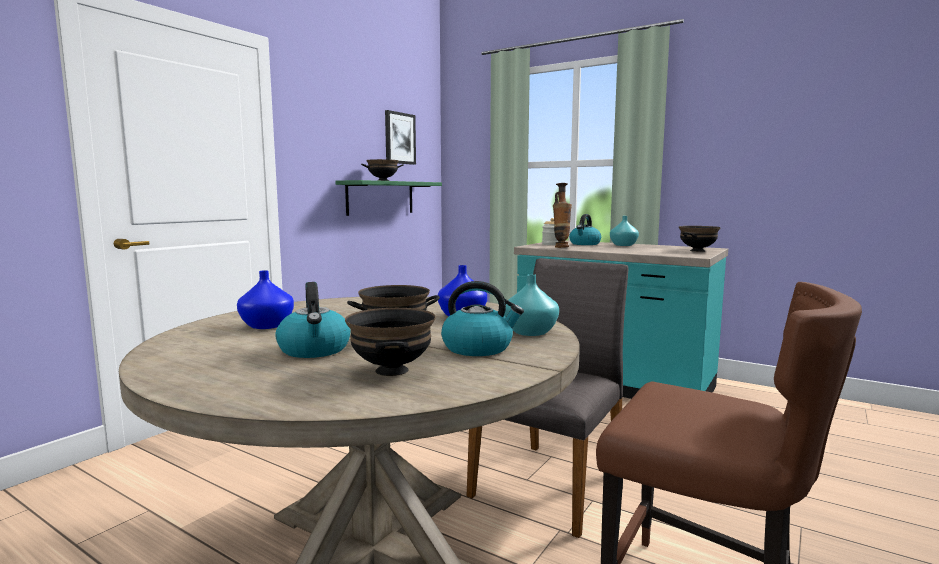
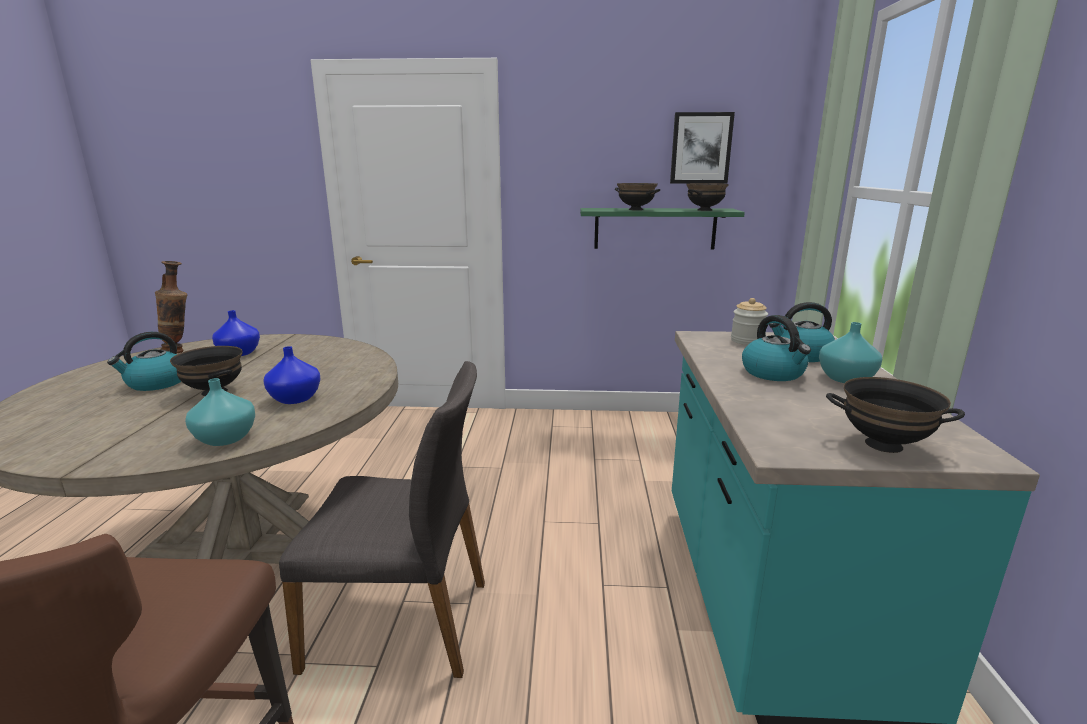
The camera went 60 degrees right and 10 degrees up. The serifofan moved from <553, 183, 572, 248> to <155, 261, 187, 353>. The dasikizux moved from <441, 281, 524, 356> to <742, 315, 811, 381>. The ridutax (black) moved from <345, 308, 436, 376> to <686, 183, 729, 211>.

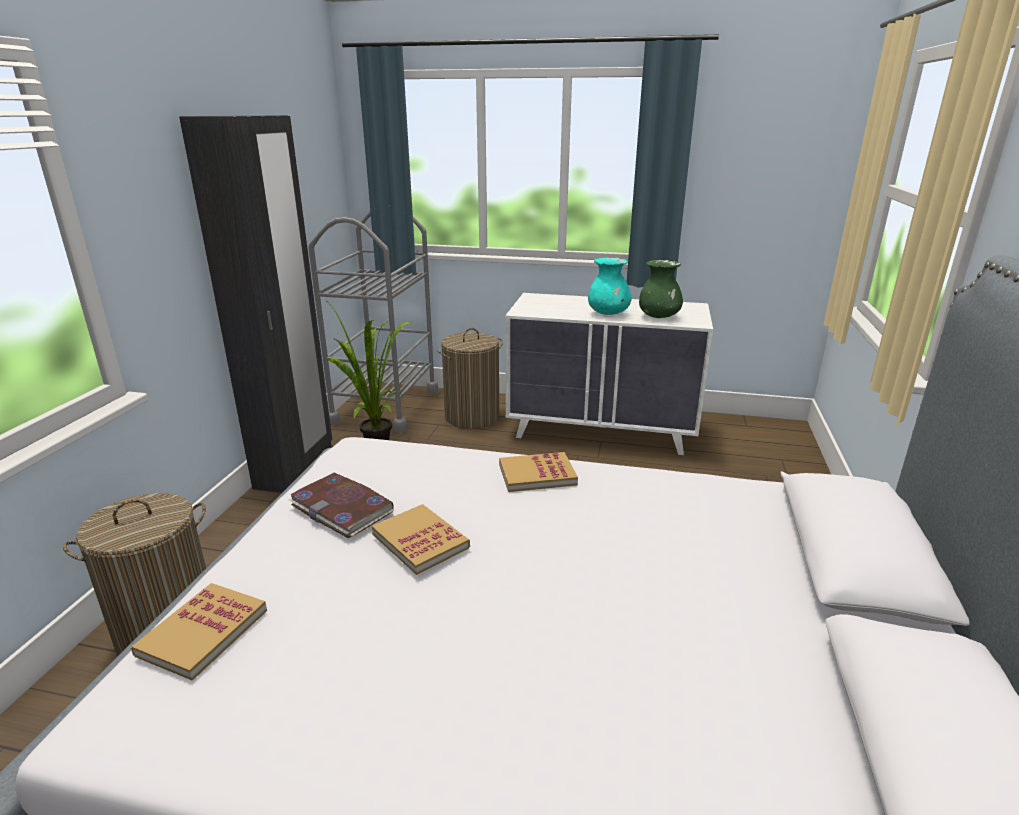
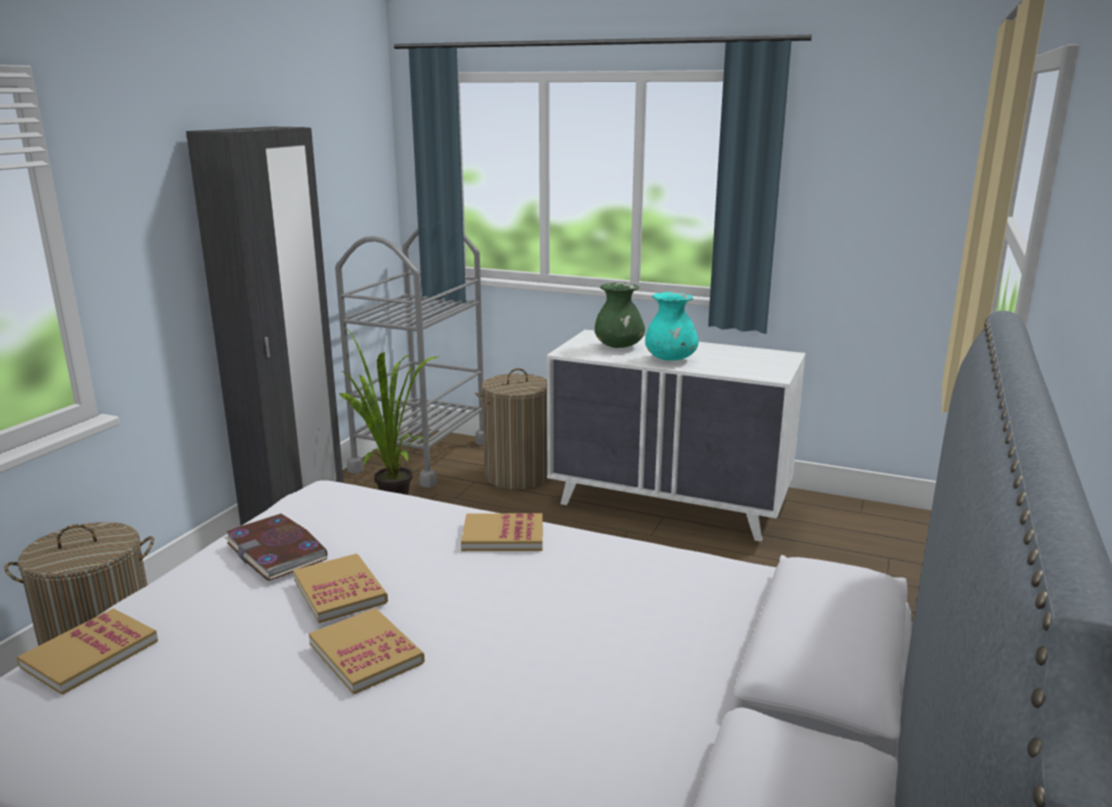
The camera went 10 degrees right and 5 degrees down. The serifofan (green) moved from <639, 260, 683, 318> to <595, 283, 645, 348>. The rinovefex at <309, 608, 425, 695> appeared.

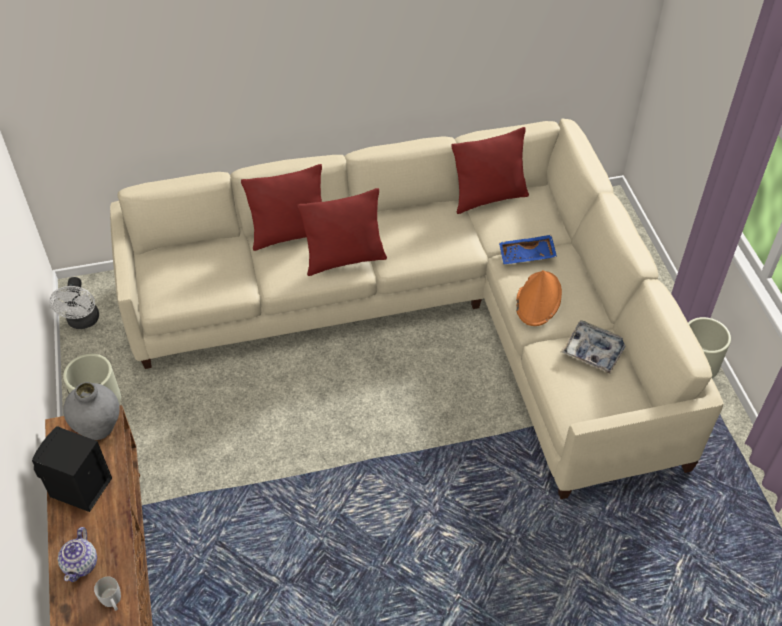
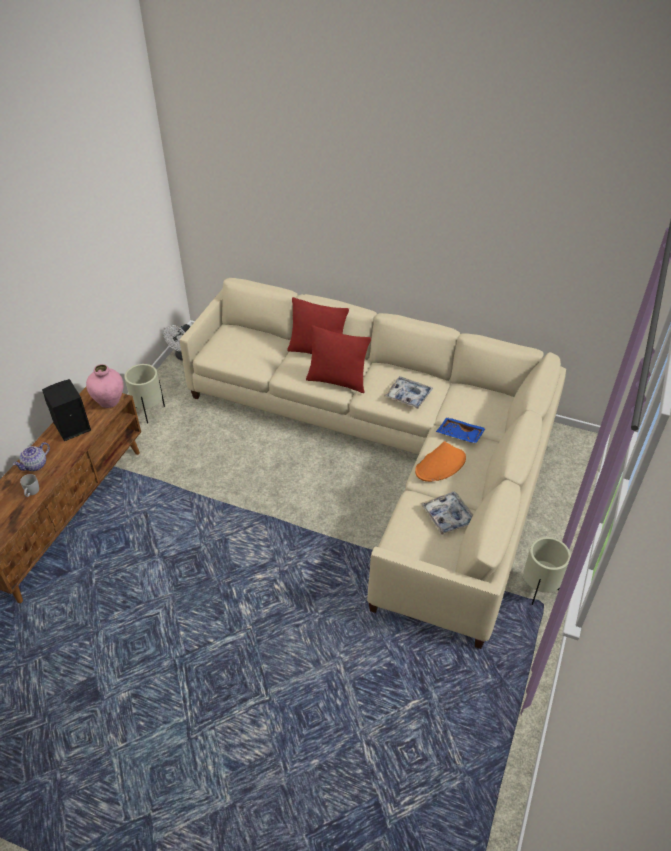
The camera went 35 degrees right and 5 degrees down. The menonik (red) at <451, 127, 529, 214> disappeared. The serifofan (grey) at <63, 382, 120, 440> became the serifofan (pink) at <86, 364, 124, 408>. The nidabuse at <384, 377, 433, 409> appeared.

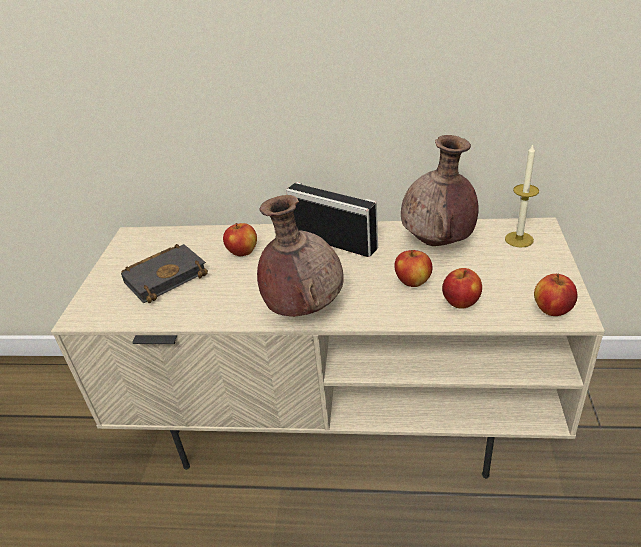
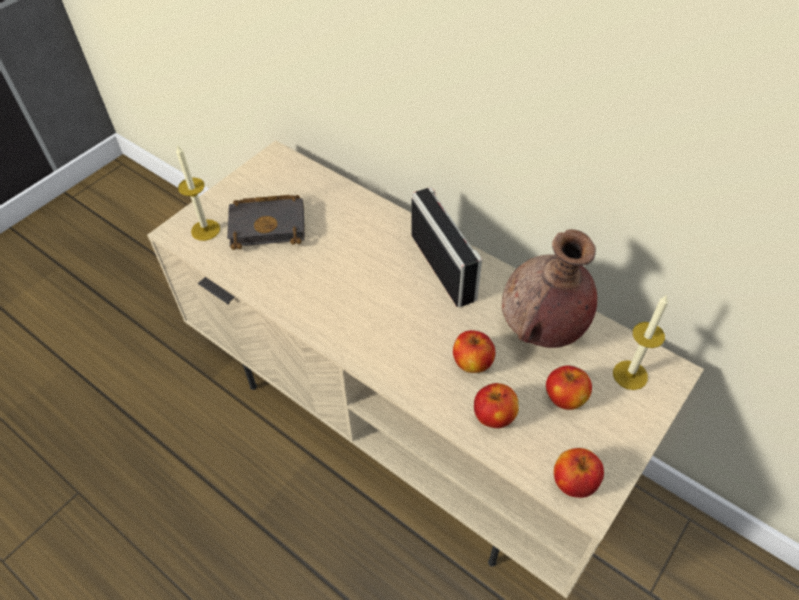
The camera went 30 degrees right and 15 degrees up. The serifofan (brown) at <257, 195, 344, 317> disappeared. The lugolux moved from <223, 223, 257, 256> to <546, 365, 592, 410>. The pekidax at <176, 144, 220, 241> appeared.

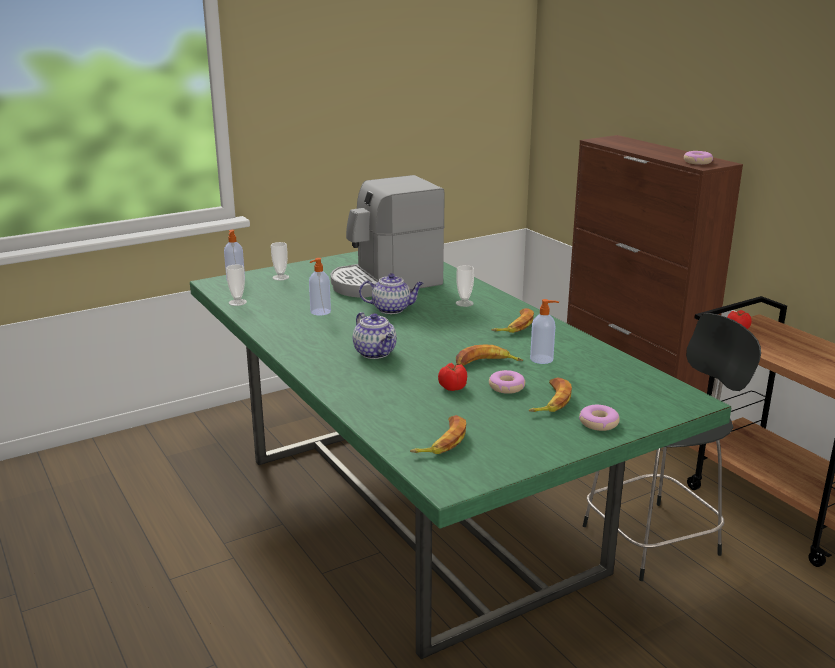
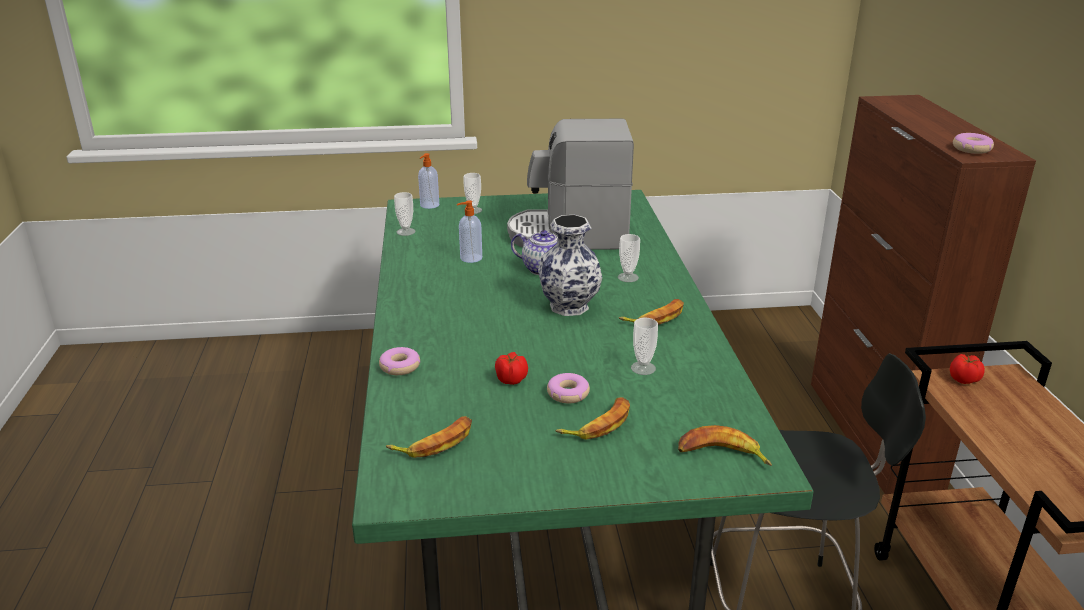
The camera went 25 degrees right and 5 degrees up. The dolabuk at <530, 299, 559, 364> was replaced by the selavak at <631, 317, 658, 375>. The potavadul at <353, 312, 397, 359> disappeared. The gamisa moved from <456, 345, 523, 366> to <678, 425, 772, 466>. The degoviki moved from <579, 405, 620, 431> to <379, 347, 420, 375>. The serifofan at <538, 215, 602, 316> appeared.

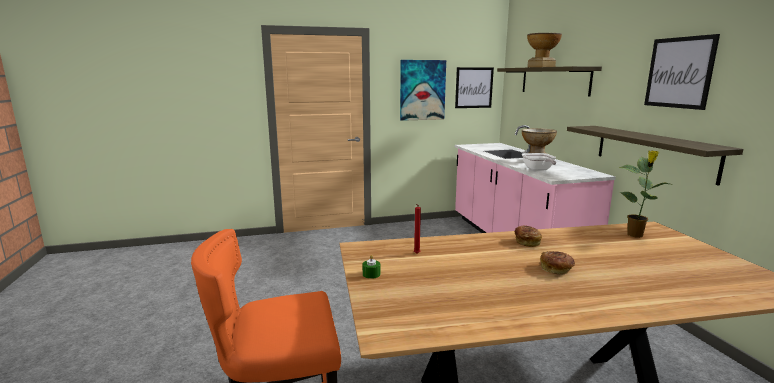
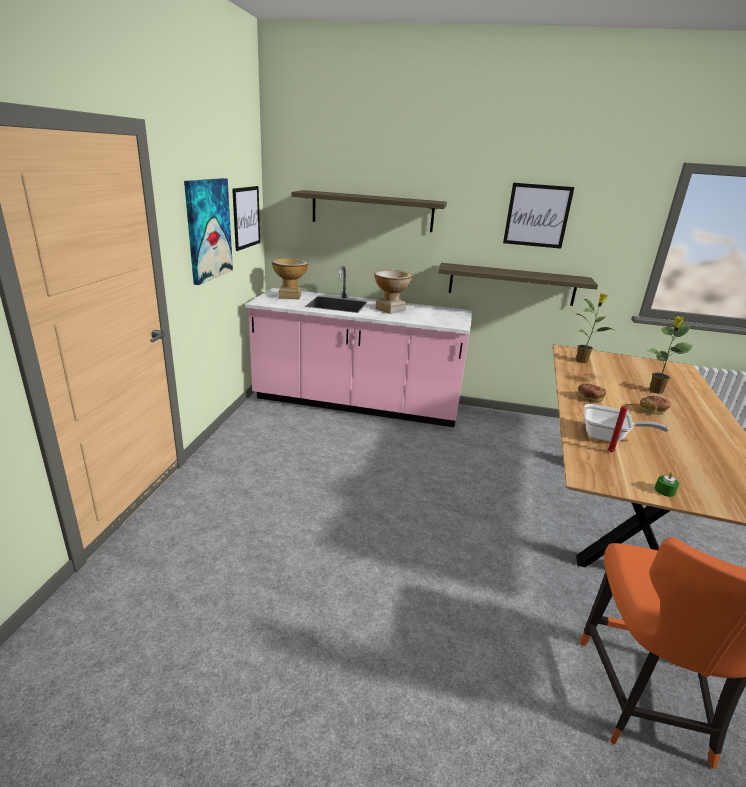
The camera went 65 degrees left and 10 degrees up. The serifofan moved from <527, 33, 562, 67> to <272, 258, 308, 299>. The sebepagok moved from <522, 153, 556, 171> to <584, 404, 669, 442>. The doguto at <647, 316, 694, 394> appeared.

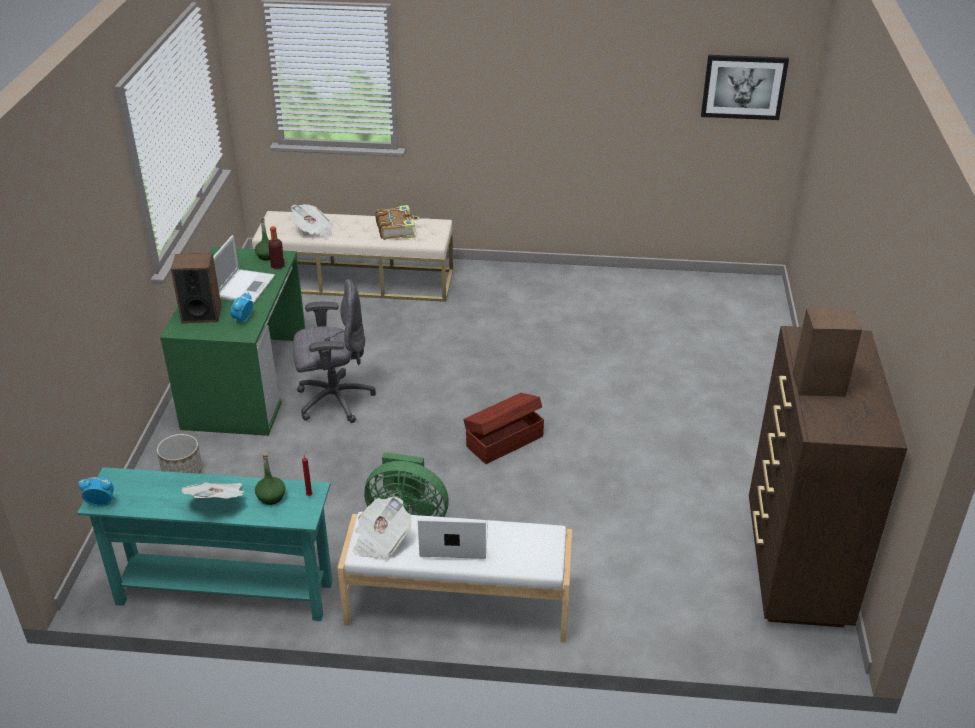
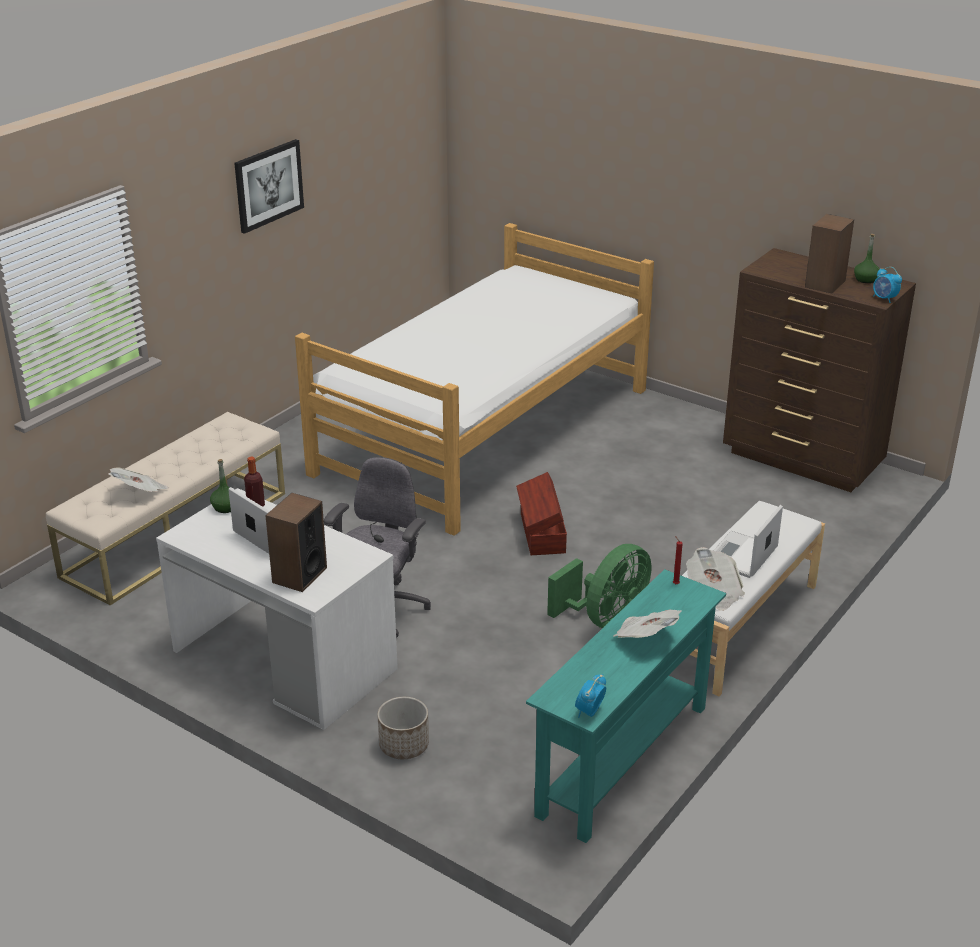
The camera went 60 degrees left and 5 degrees down. The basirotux moved from <701, 55, 789, 120> to <234, 139, 304, 234>. The rinovefex at <375, 205, 419, 240> disappeared. The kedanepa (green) at <160, 247, 305, 436> became the kedanepa (white) at <156, 488, 398, 730>. The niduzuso moved from <230, 292, 253, 324> to <873, 267, 902, 303>. The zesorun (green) moved from <255, 452, 286, 505> to <854, 234, 880, 283>. The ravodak at <295, 223, 654, 536> appeared.

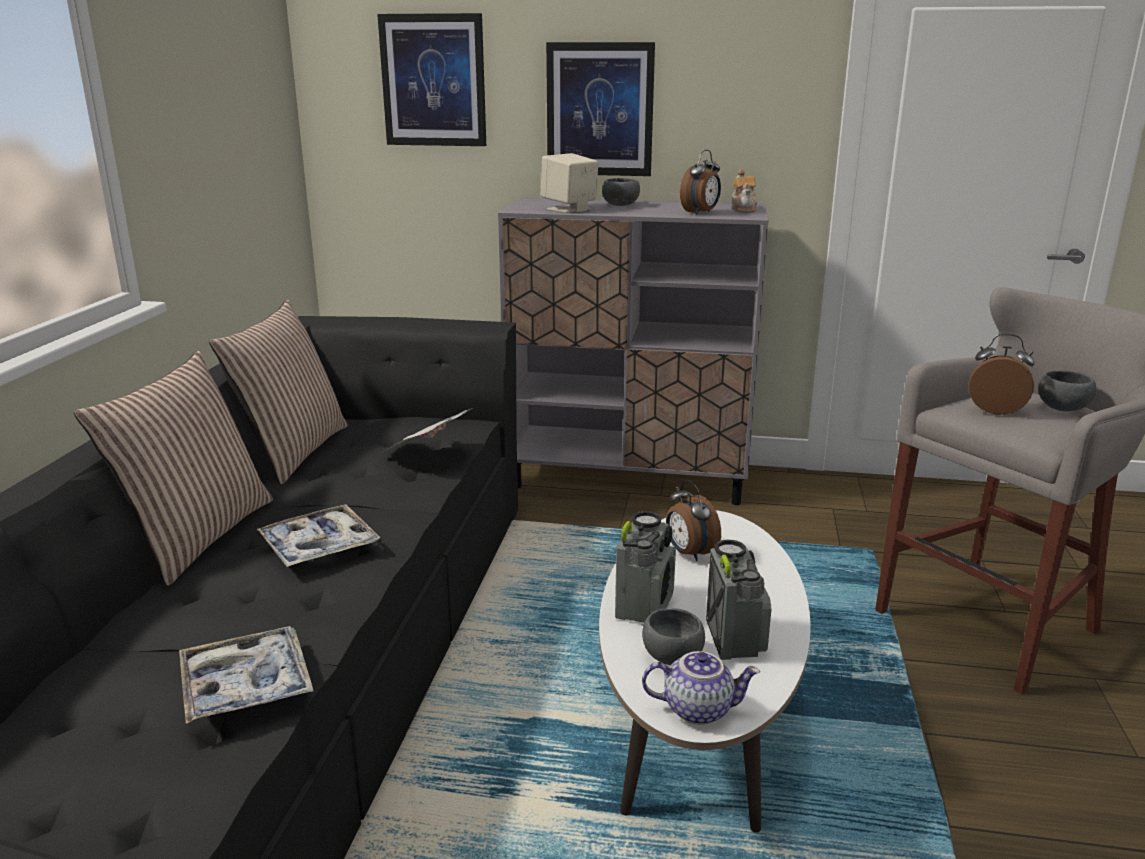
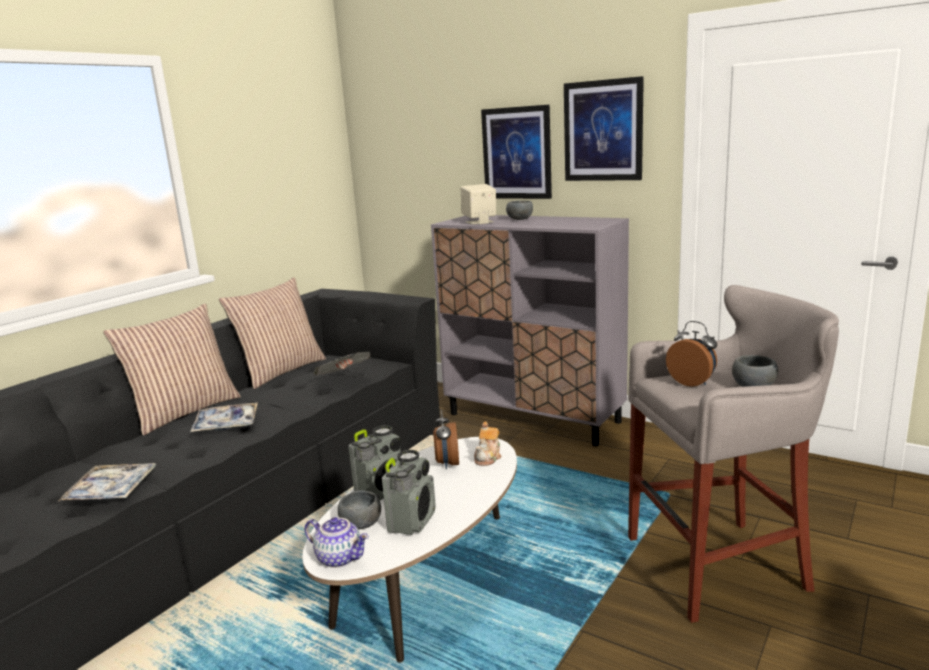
The camera went 25 degrees right and 5 degrees down. The basirotux moved from <377, 13, 486, 146> to <564, 76, 644, 181>. The niduzuso at <680, 150, 721, 215> disappeared. The potavadul moved from <732, 169, 757, 213> to <474, 422, 501, 466>.

